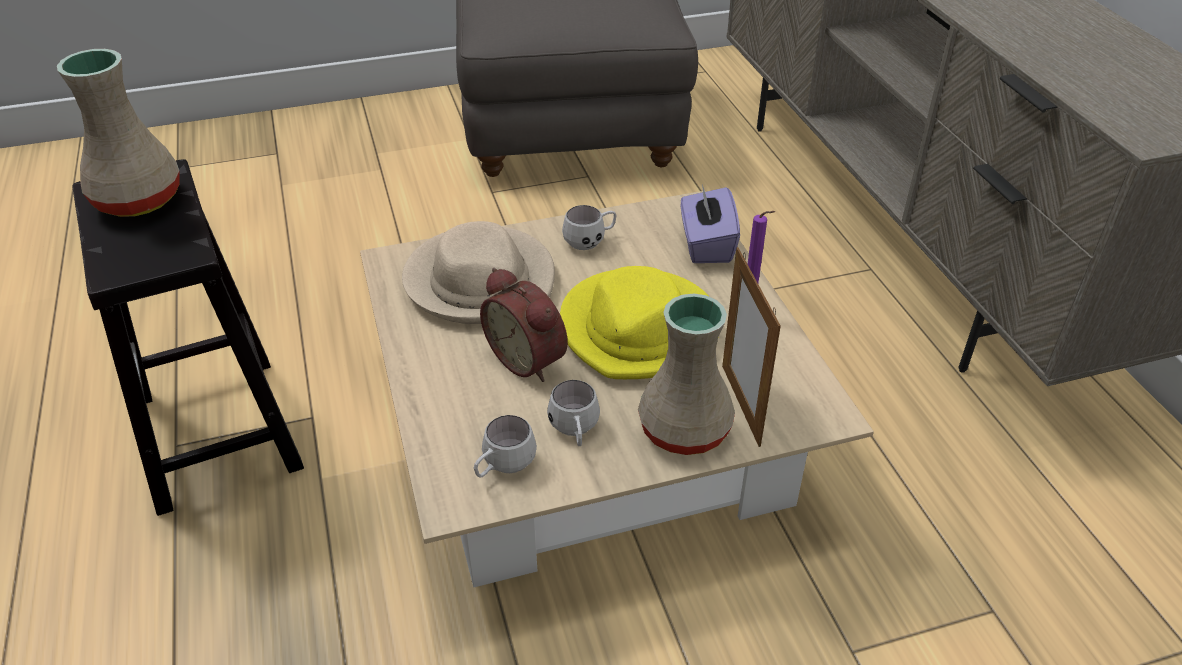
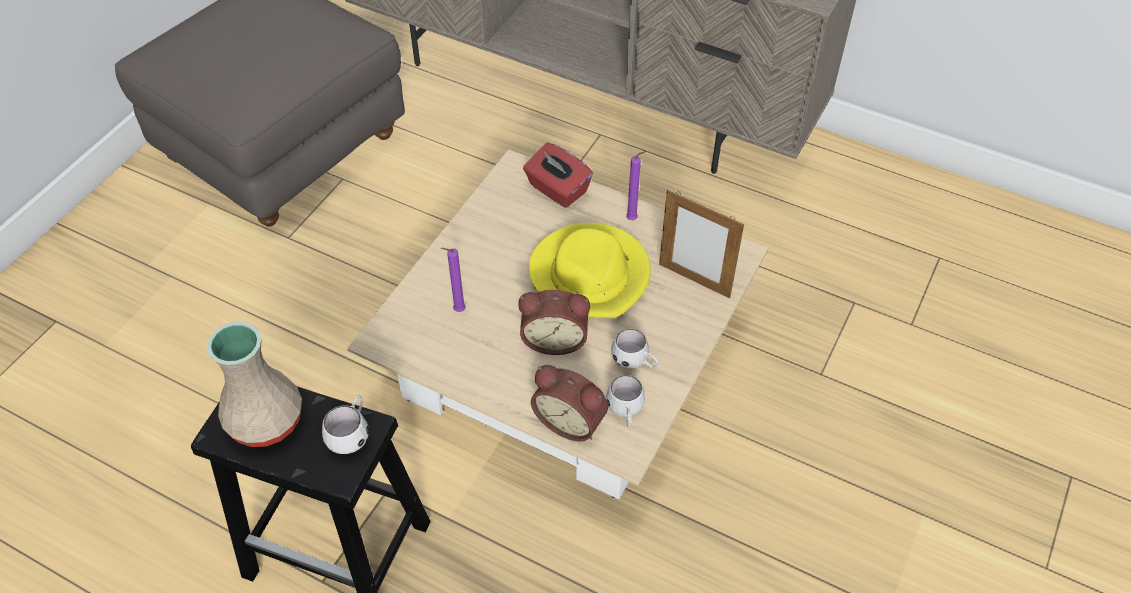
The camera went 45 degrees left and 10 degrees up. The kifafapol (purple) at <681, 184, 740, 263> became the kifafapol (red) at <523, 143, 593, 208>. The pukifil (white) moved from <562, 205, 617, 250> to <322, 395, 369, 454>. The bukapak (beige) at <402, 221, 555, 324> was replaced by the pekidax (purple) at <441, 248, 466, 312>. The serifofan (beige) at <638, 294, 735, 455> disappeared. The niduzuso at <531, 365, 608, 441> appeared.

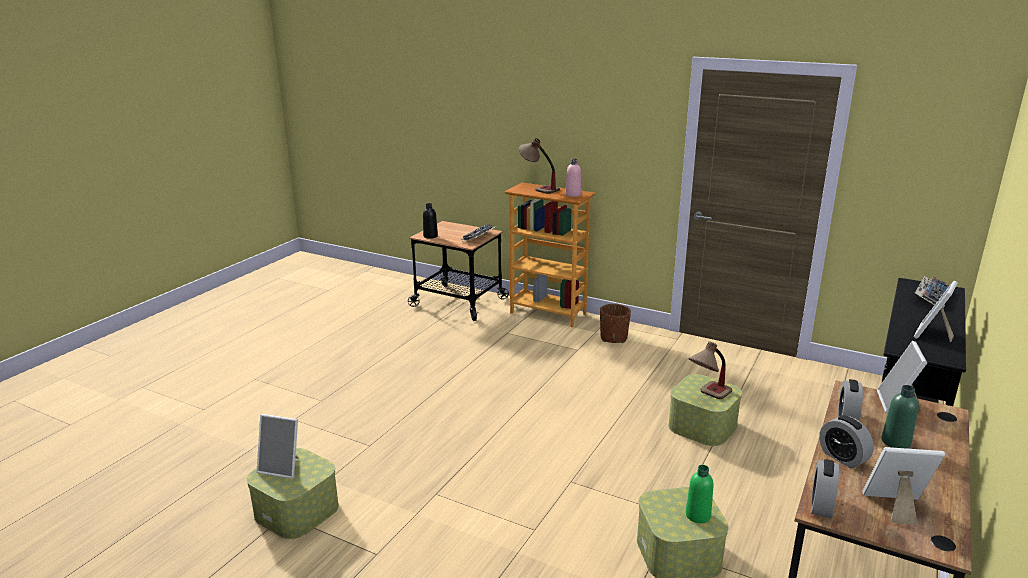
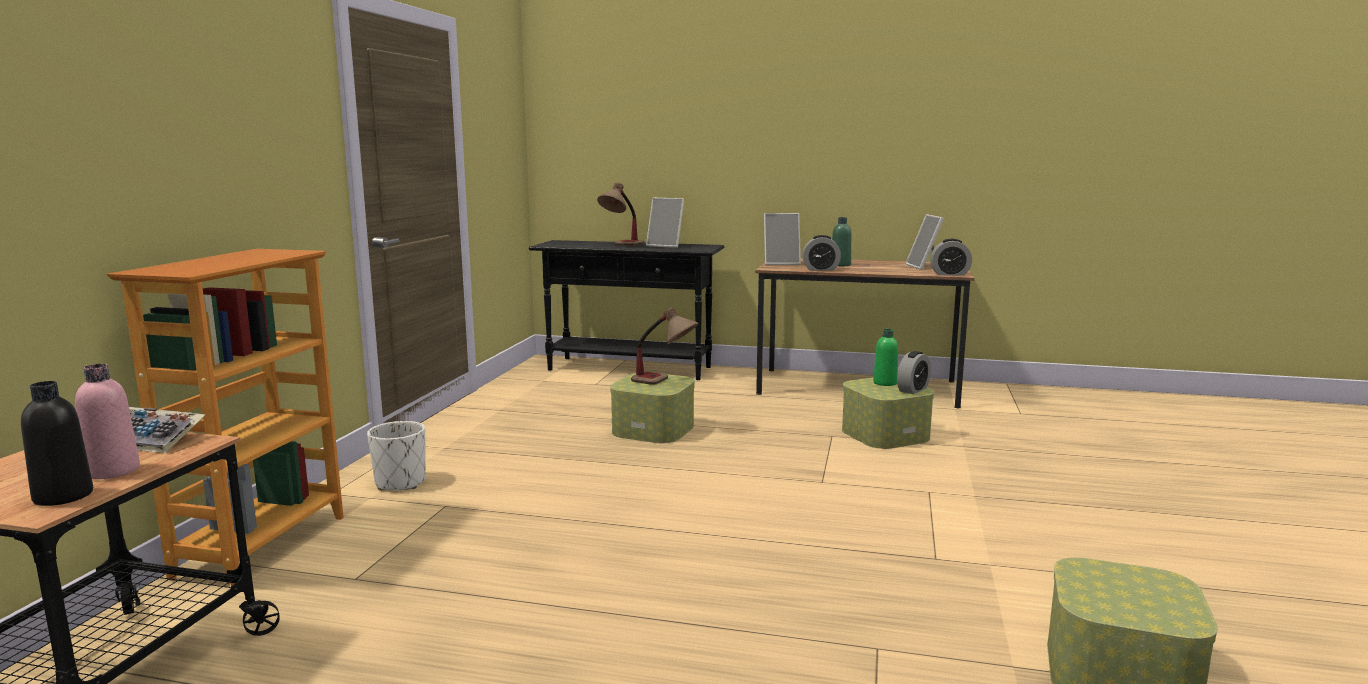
The camera went 105 degrees left and 10 degrees down. The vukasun moved from <519, 138, 560, 194> to <597, 182, 645, 246>. The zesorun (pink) moved from <566, 159, 581, 197> to <75, 364, 140, 479>. The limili at <915, 276, 949, 305> disappeared. The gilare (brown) at <600, 304, 631, 343> became the gilare (white) at <367, 421, 426, 490>. The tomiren at <257, 414, 299, 479> disappeared. The niduzuso moved from <819, 415, 874, 468> to <897, 351, 931, 394>.

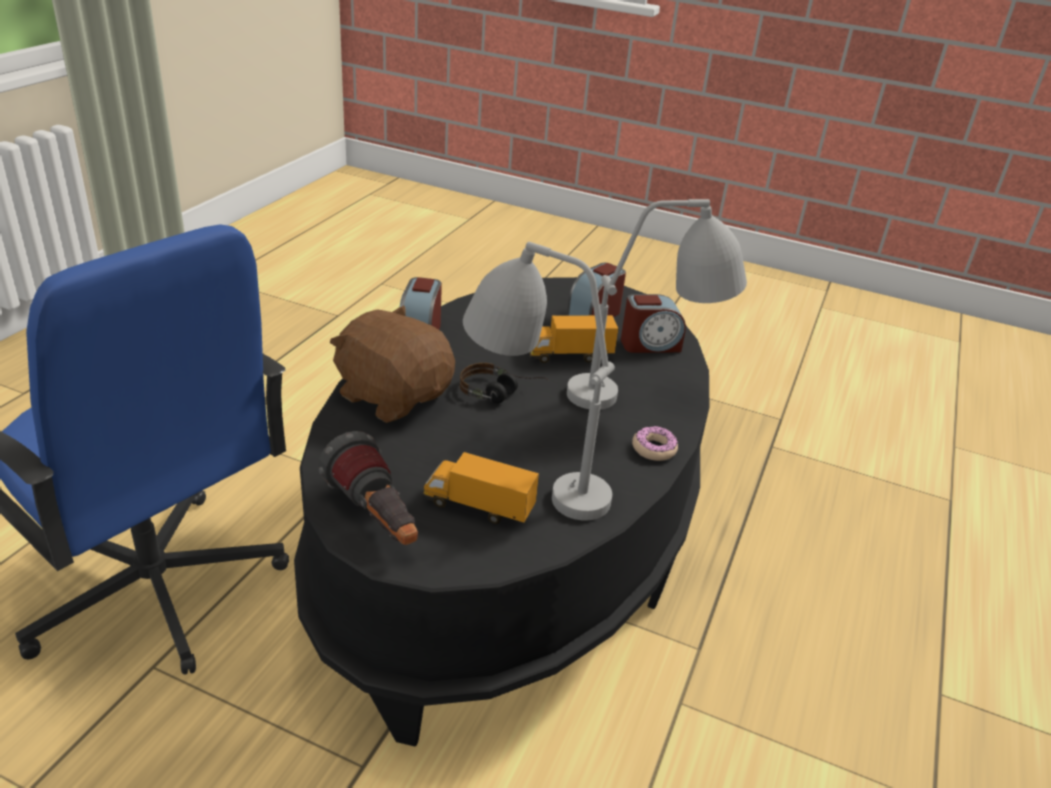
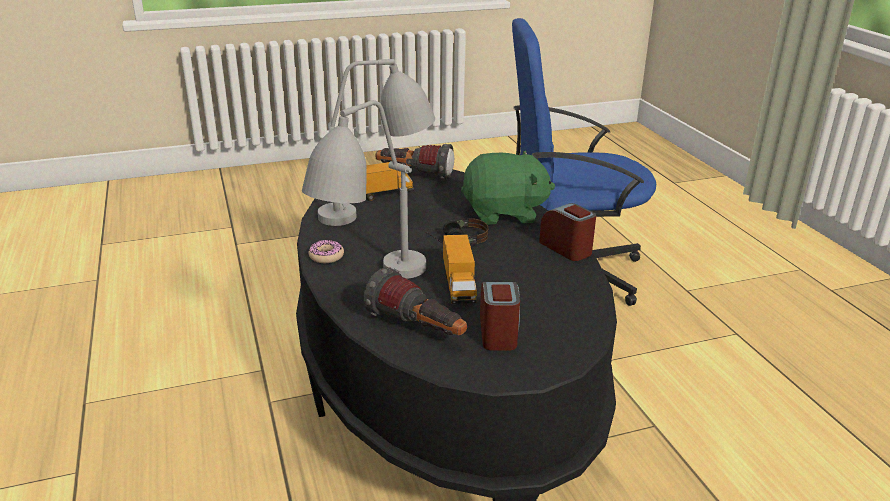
The camera went 140 degrees right and 5 degrees down. The niduzuso at <621, 294, 686, 353> was replaced by the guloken at <363, 267, 467, 335>. The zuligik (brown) at <330, 305, 455, 423> became the zuligik (green) at <461, 151, 555, 225>. The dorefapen at <529, 315, 619, 363> turned 135 degrees clockwise.

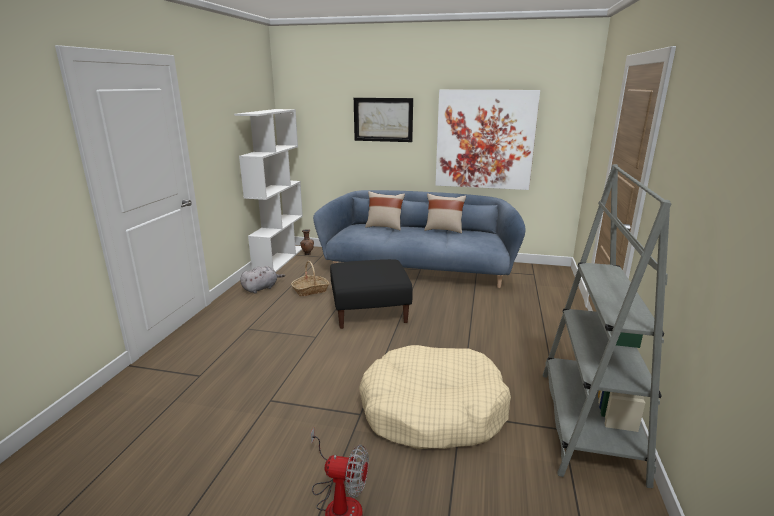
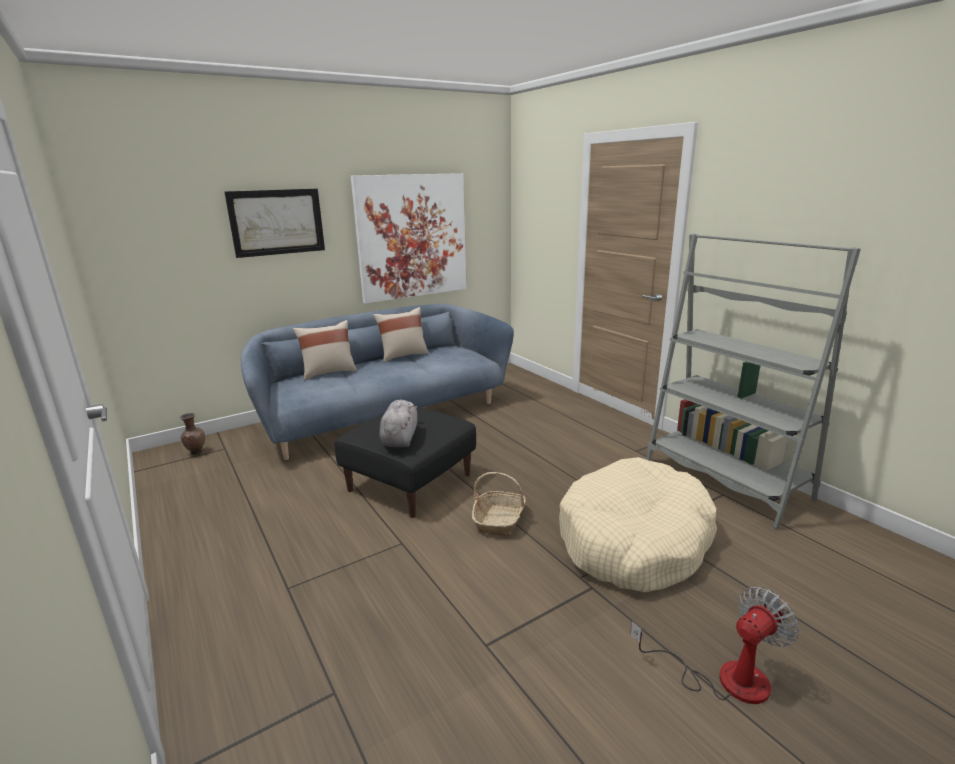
The camera went 45 degrees left and 0 degrees up. The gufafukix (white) at <234, 109, 303, 272> disappeared. The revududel moved from <291, 261, 330, 297> to <472, 472, 526, 537>. The zuligik (grey) moved from <240, 266, 285, 293> to <379, 400, 418, 447>.

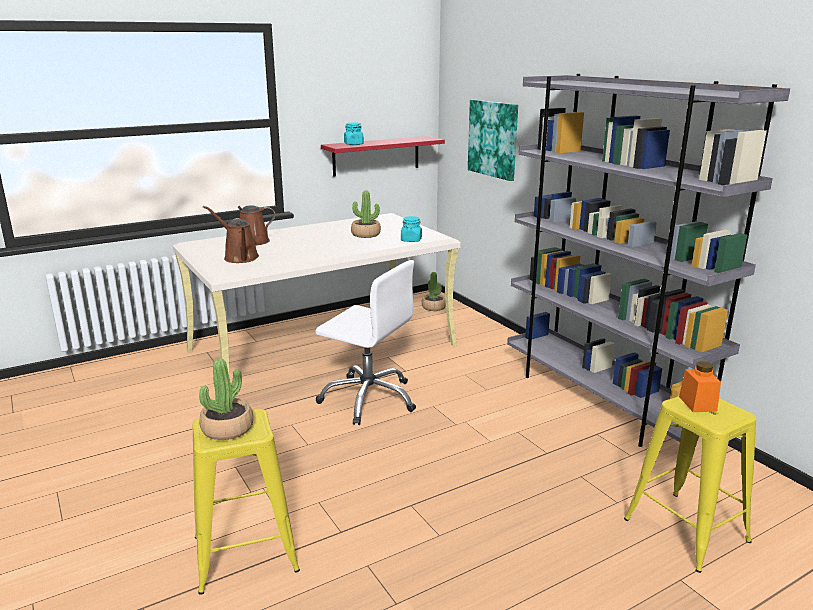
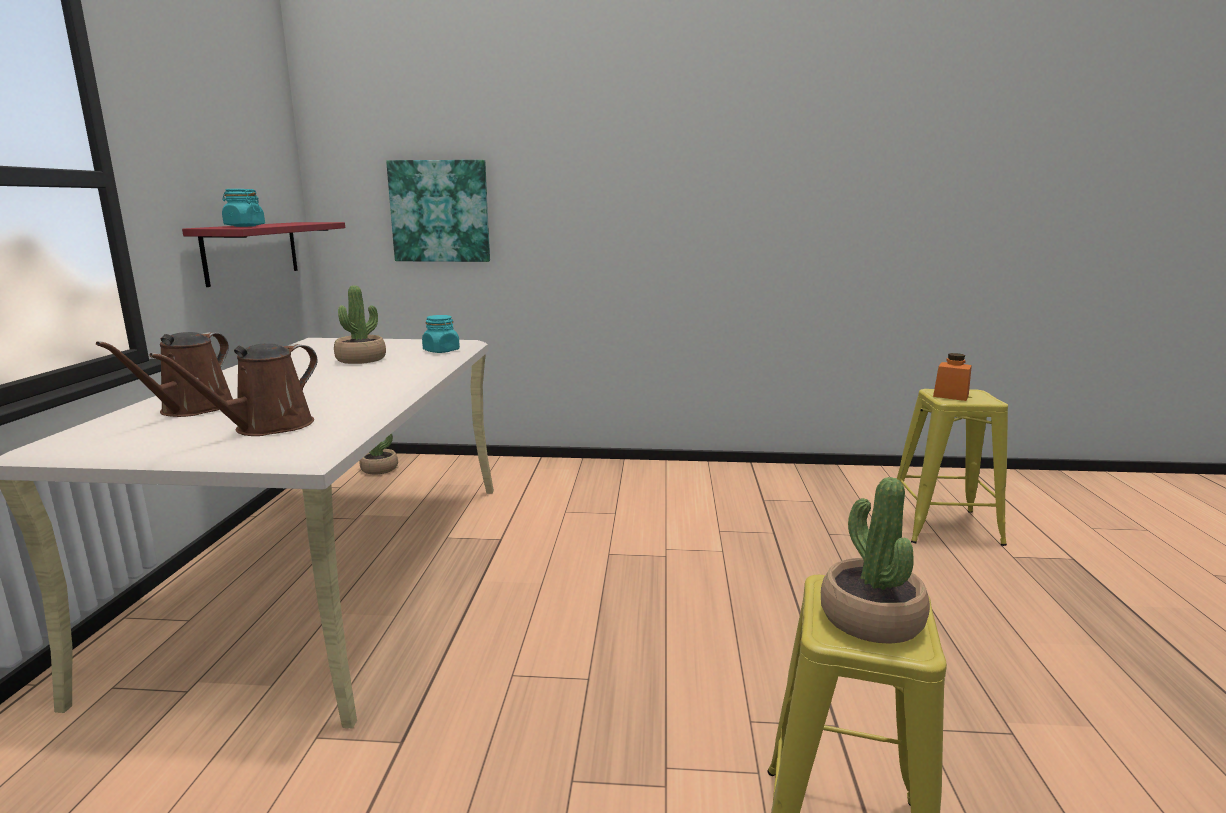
The camera went 55 degrees left and 5 degrees down. The gufafukix (grey) at <507, 74, 790, 447> disappeared. The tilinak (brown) at <224, 218, 259, 263> turned 105 degrees clockwise. The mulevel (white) at <315, 260, 416, 425> disappeared.

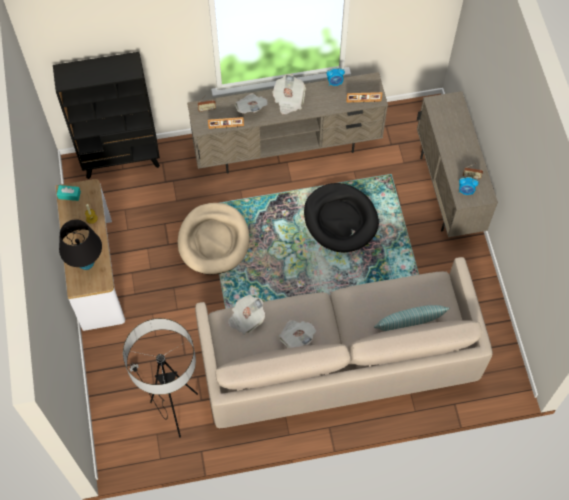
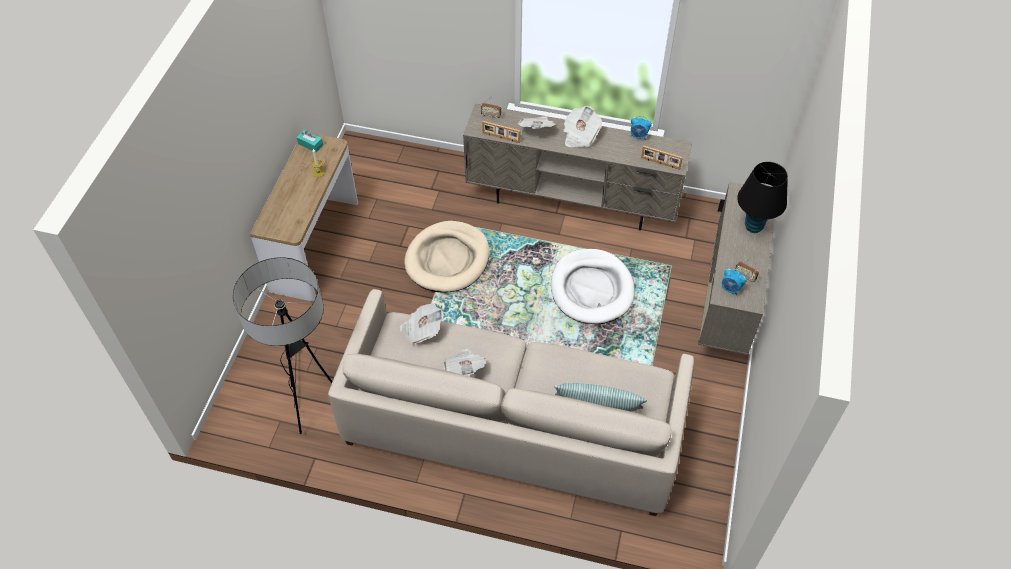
The camera went 25 degrees right and 10 degrees down. The gufafukix (black) at <53, 52, 160, 179> disappeared. The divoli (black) at <304, 183, 379, 252> became the divoli (white) at <551, 249, 635, 324>. The vukasun (black) moved from <59, 219, 102, 270> to <737, 162, 788, 233>.

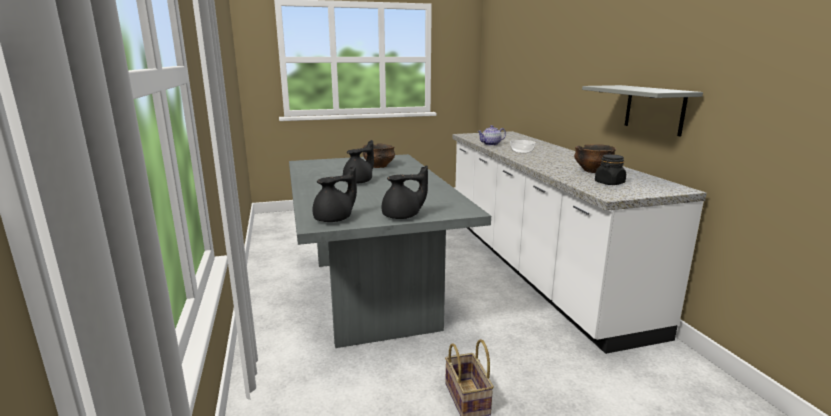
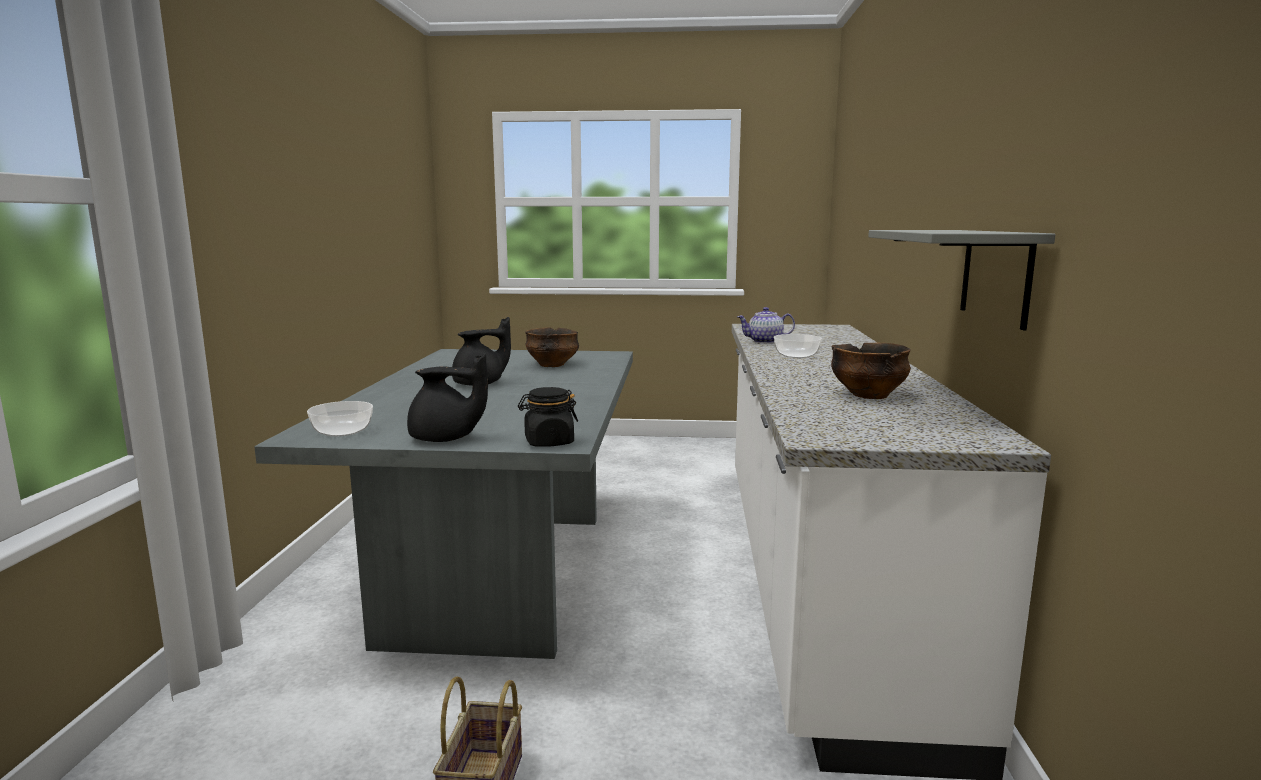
The camera went 20 degrees right and 5 degrees down. The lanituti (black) moved from <595, 154, 626, 185> to <518, 387, 578, 447>. The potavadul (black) at <313, 165, 357, 222> was replaced by the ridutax at <307, 401, 373, 437>.

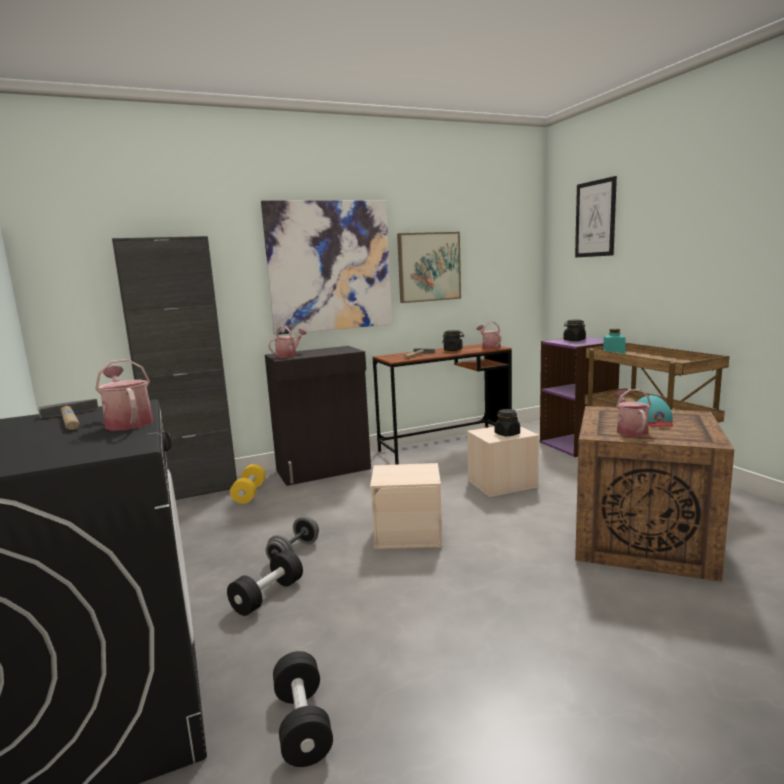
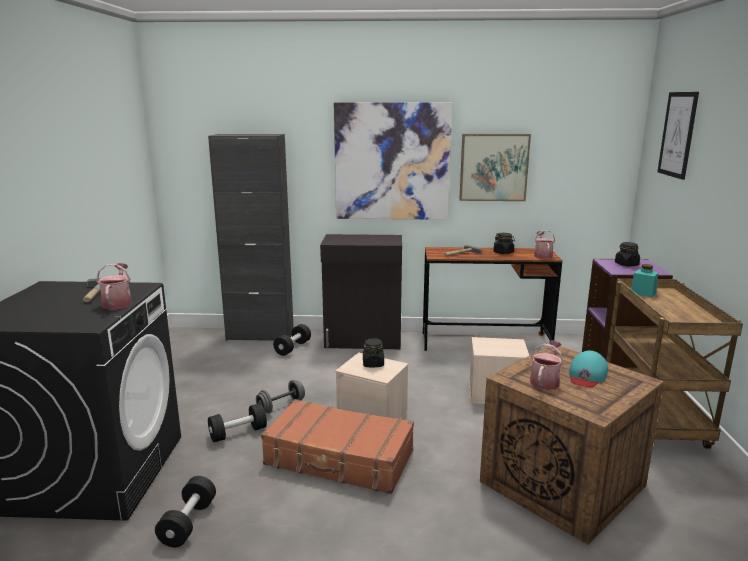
The camera went 25 degrees right and 5 degrees up. The tilinak at <268, 326, 307, 358> disappeared. The lanituti (black) moved from <495, 409, 520, 436> to <363, 338, 384, 368>. The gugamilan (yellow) at <230, 464, 266, 504> became the gugamilan (black) at <273, 324, 311, 356>. The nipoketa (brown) at <261, 399, 414, 494> appeared.

